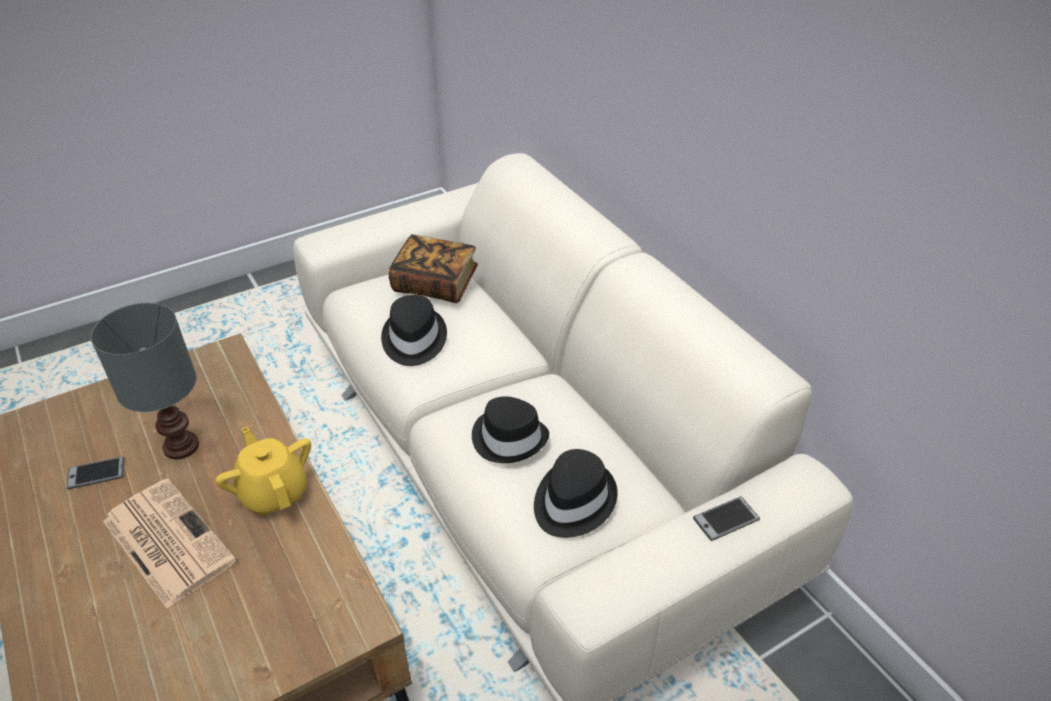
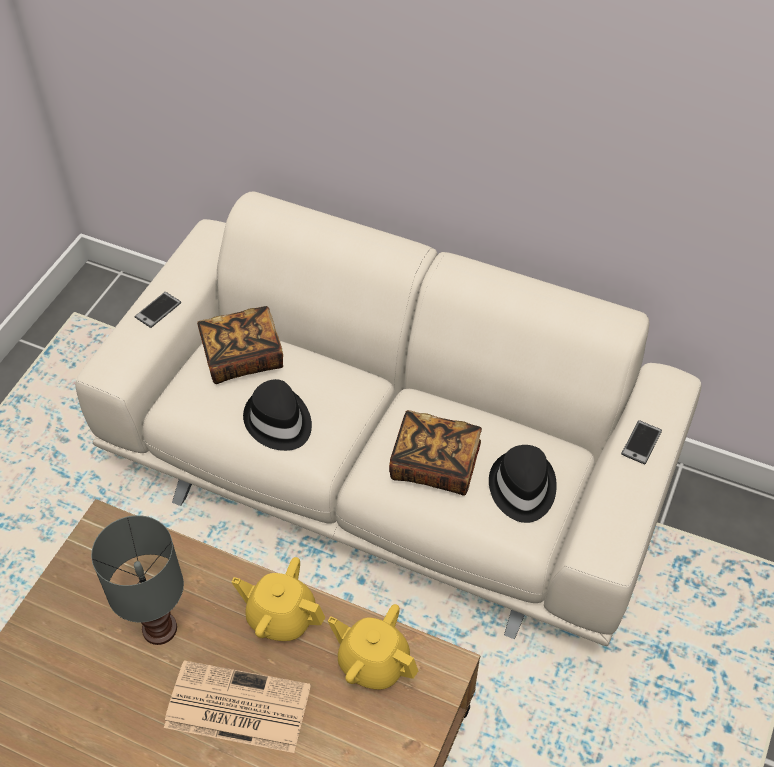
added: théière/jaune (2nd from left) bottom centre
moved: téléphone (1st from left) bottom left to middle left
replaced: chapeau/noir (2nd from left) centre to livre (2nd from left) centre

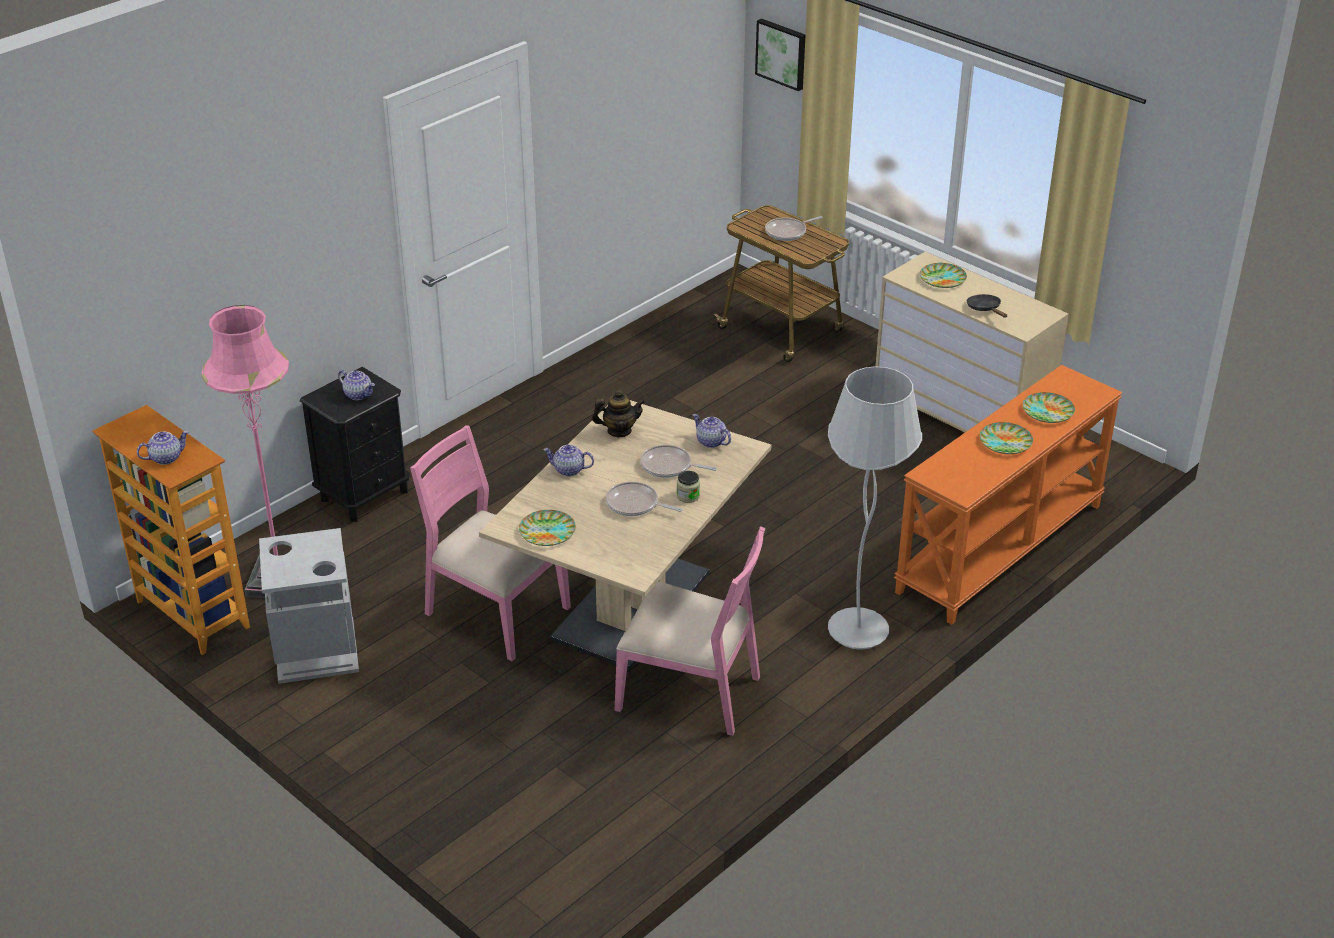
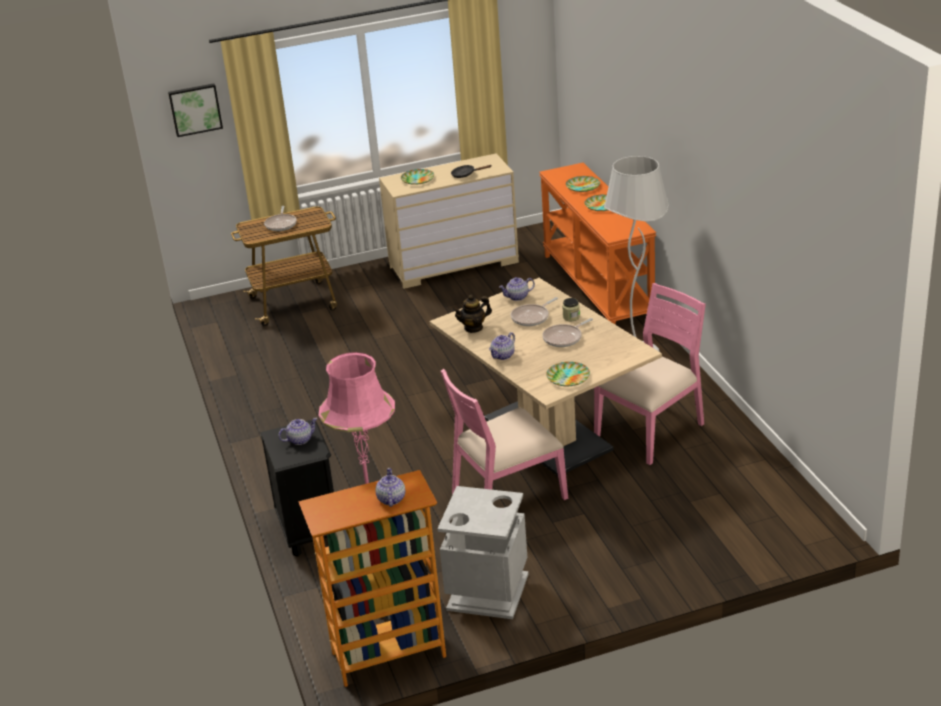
turned: théière (4th from left in the first image) centre = centre 135 degrees counterclockwise

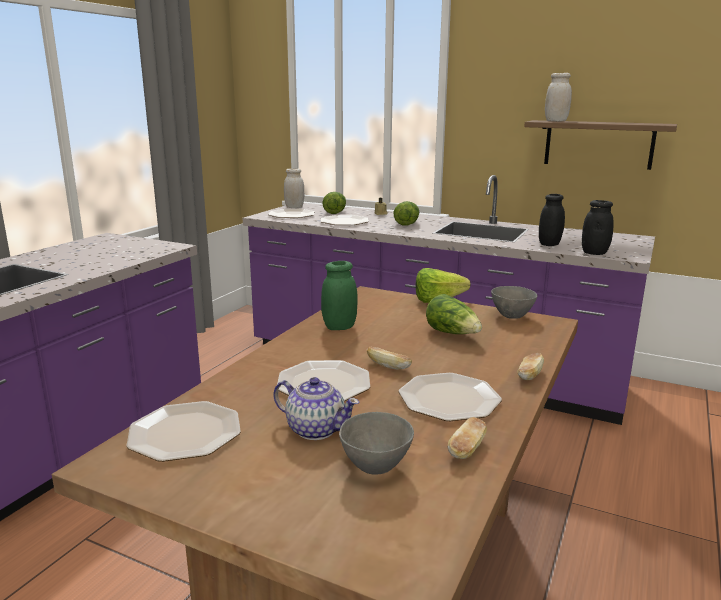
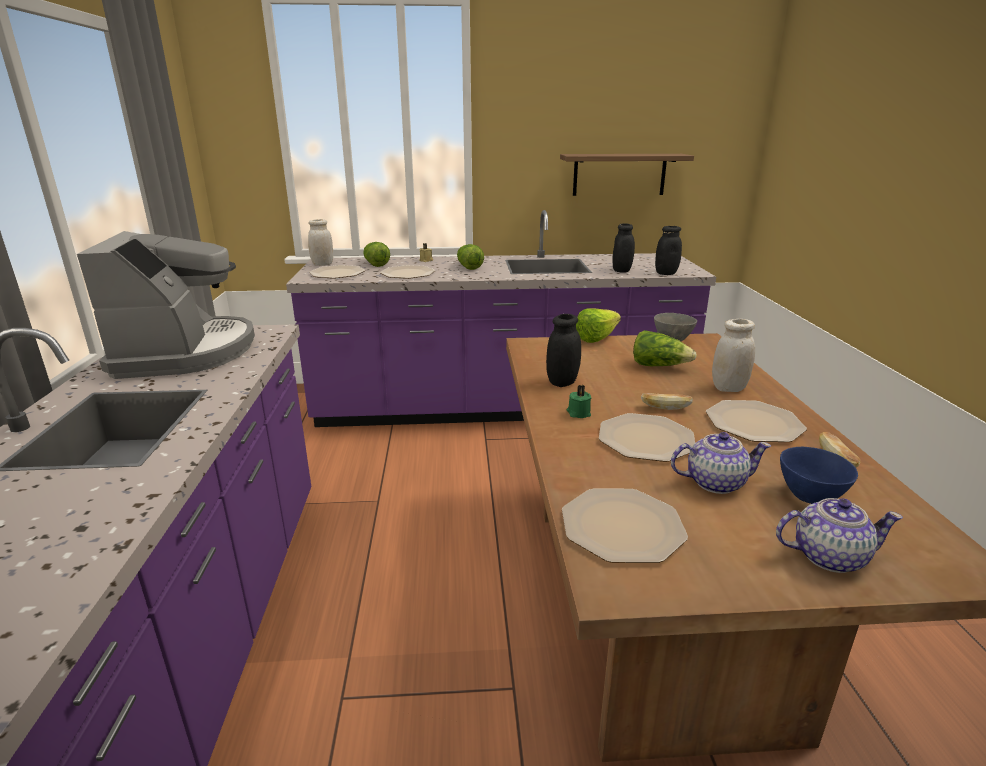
removed: pain (3rd from left) middle right
added: machine à café middle left; bougie/vert centre; théière (2nd from left) bottom right
moved: bocal/blanc (2nd from left) top right to middle right
recoloured: bocal/vert centre to bocal/noir (1st from left) centre; bol/gris (1st from left) bottom centre to bol/bleu middle right

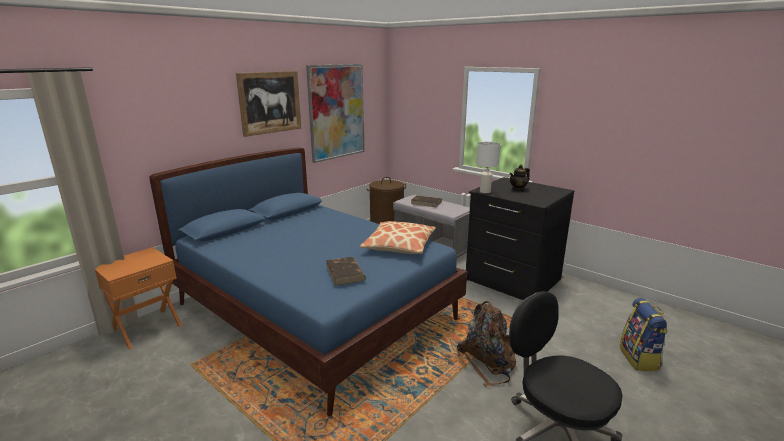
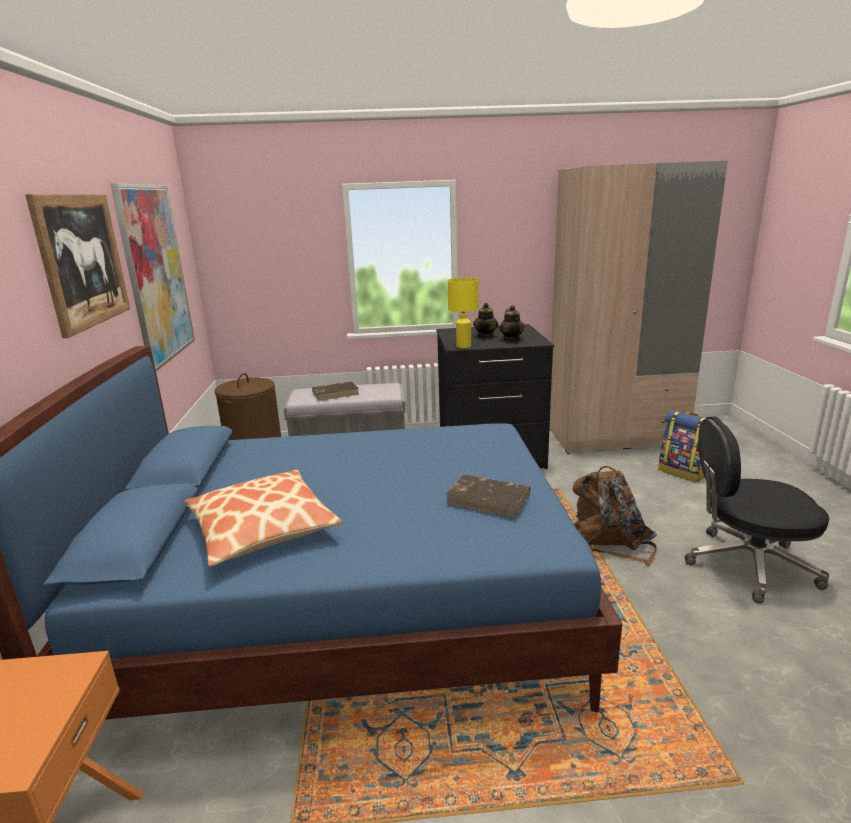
added: théière (2nd from left) centre; armoire/beige middle right
moved: coussin centre to middle left
recoloured: lampe de table/blanc centre to lampe de table/jaune centre

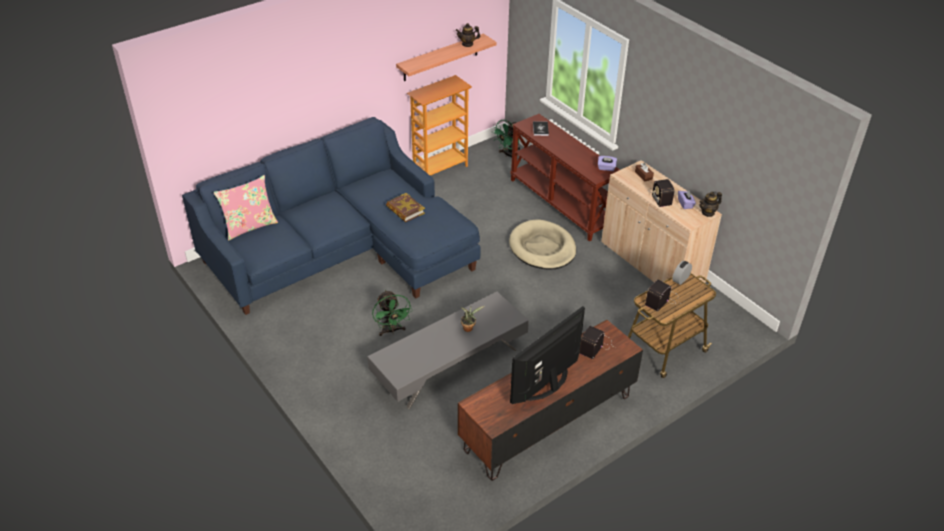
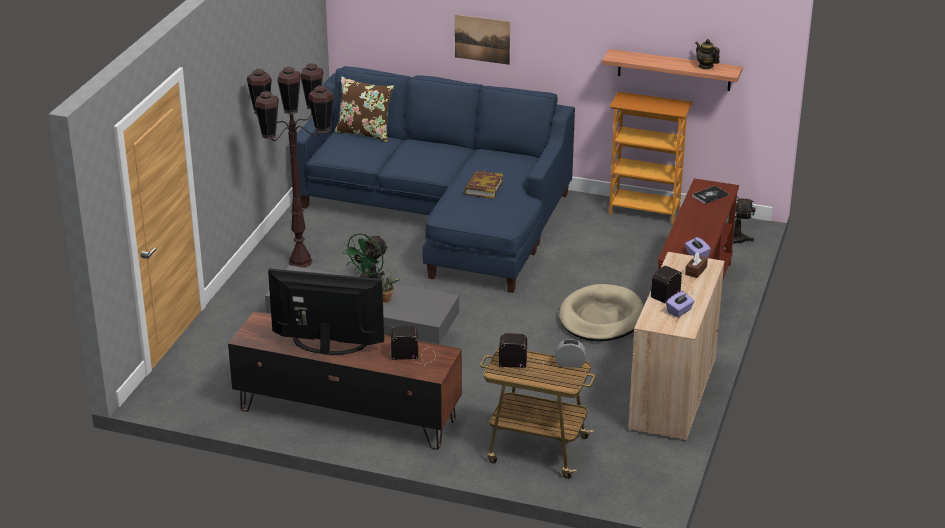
removed: théière (2nd from left) middle right
added: lampadaire/marron top left; tableau top centre
recoloured: coussin/rose middle left to coussin/marron top centre

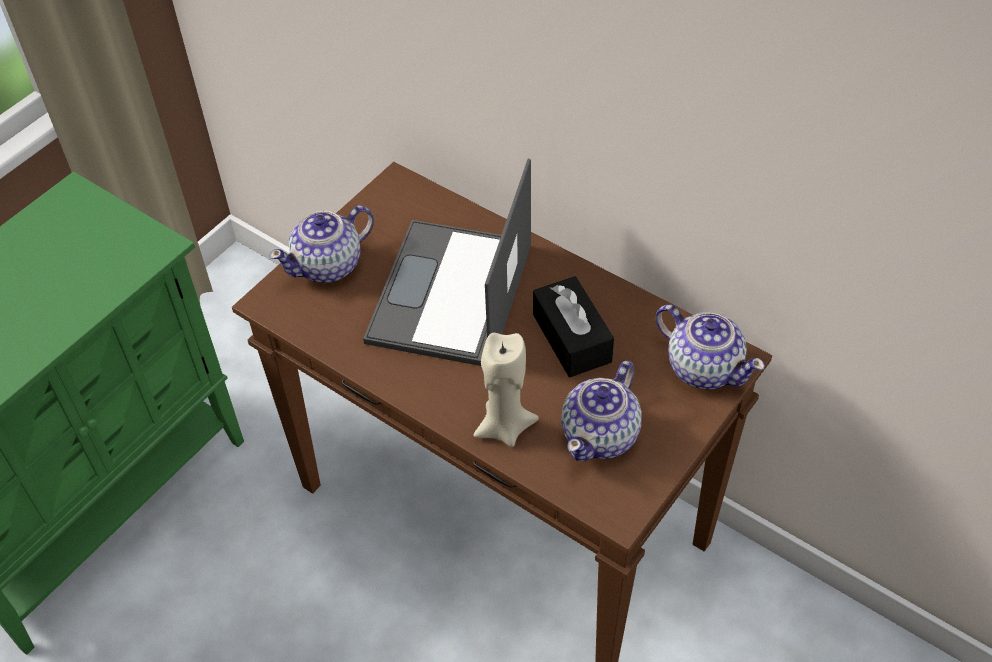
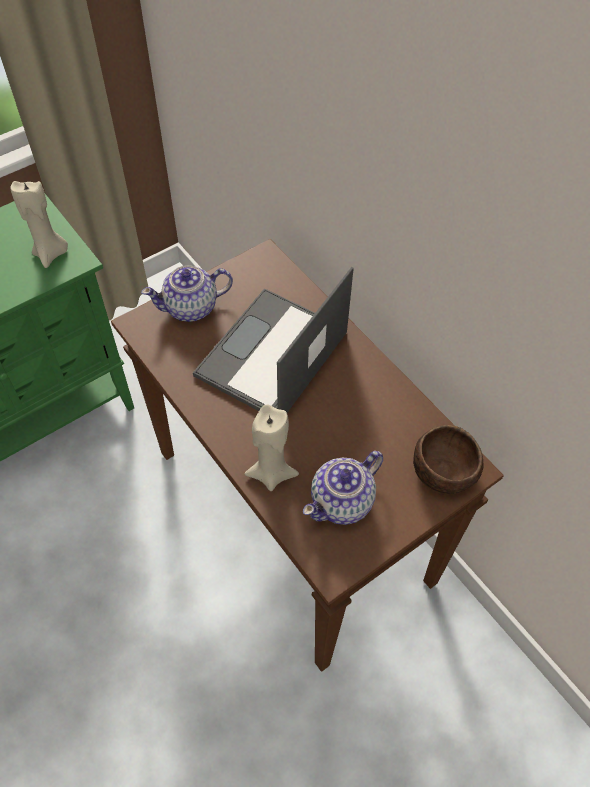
removed: boîte à mouchoirs/noir centre
added: bougie/beige (1st from left) top left
replaced: théière (3rd from left) middle right to bol/marron middle right

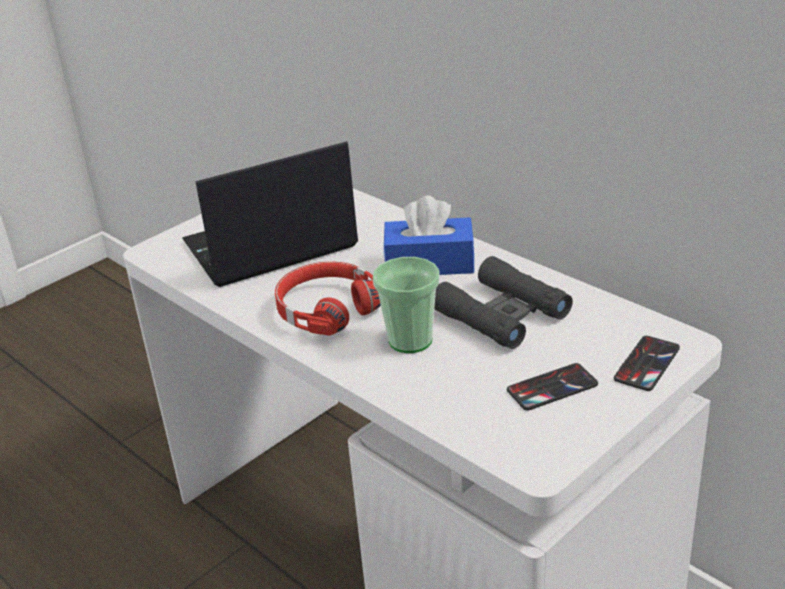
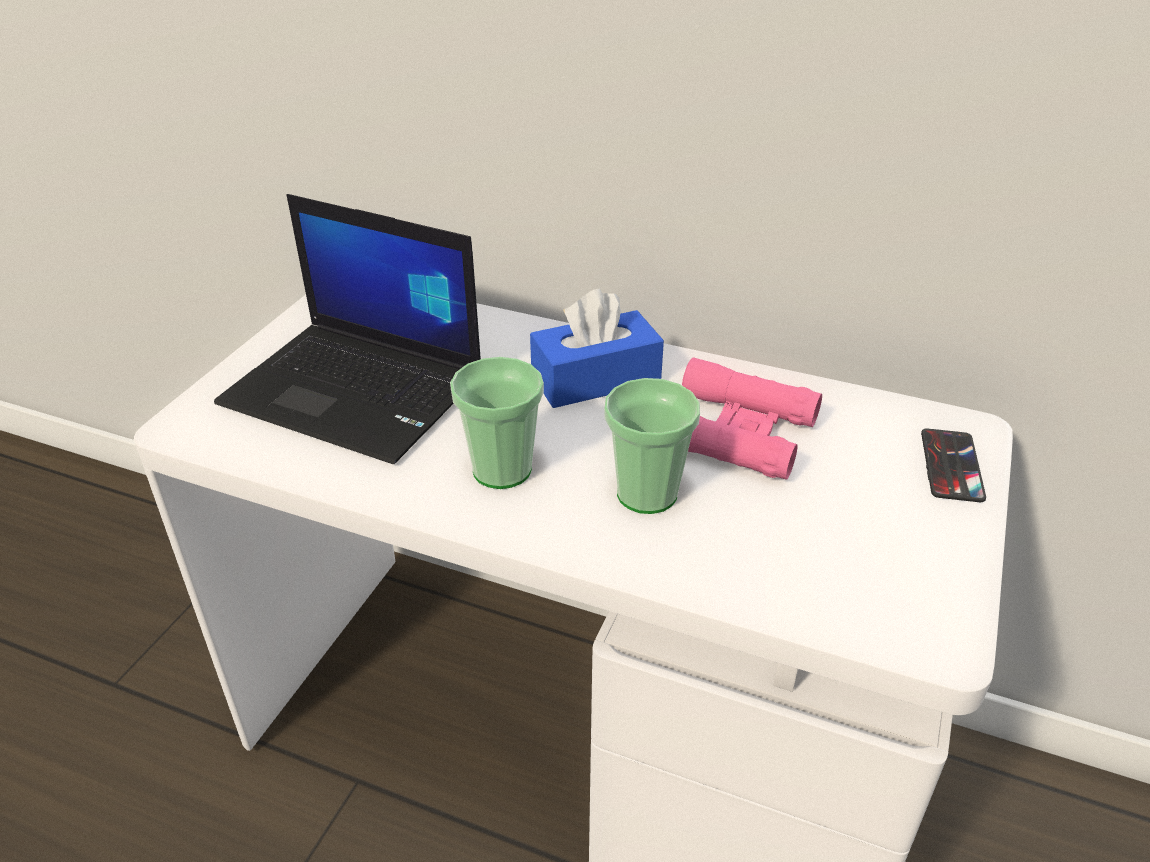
removed: téléphone (1st from left) middle right
replaced: casque audio/rouge centre to tasse (1st from left) centre
recoloured: jumelles/noir centre to jumelles/rose centre
turned: ordinateur portable centre = middle left 105 degrees counterclockwise

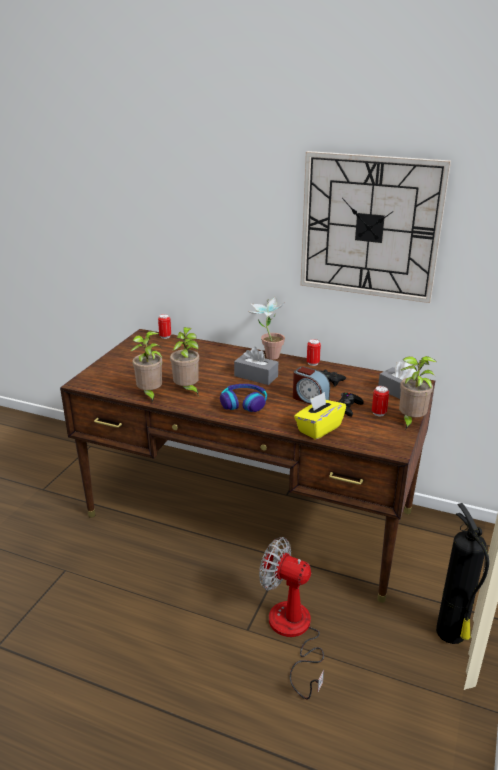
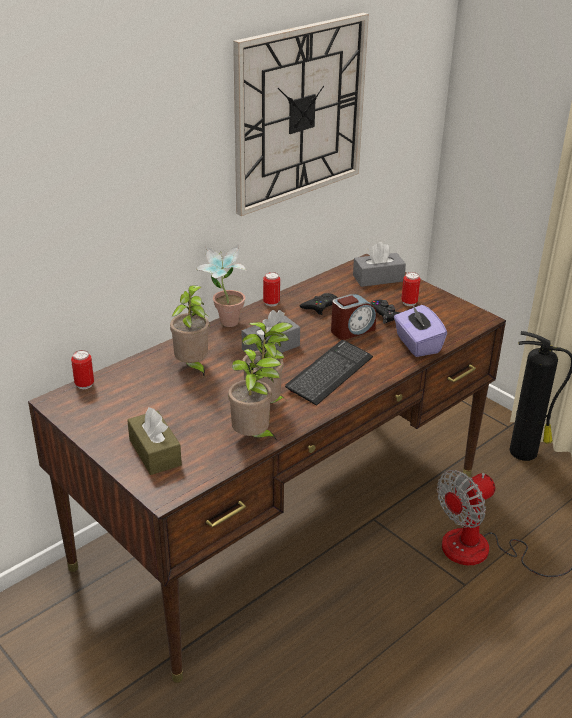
added: boîte à mouchoirs/marron middle left
moved: plante en pot (4th from left in the first image) middle right to plante en pot (1st from left) middle left
replaced: casque audio centre to clavier centre
recoloured: boîte à mouchoirs/jaune centre to boîte à mouchoirs/violet middle right

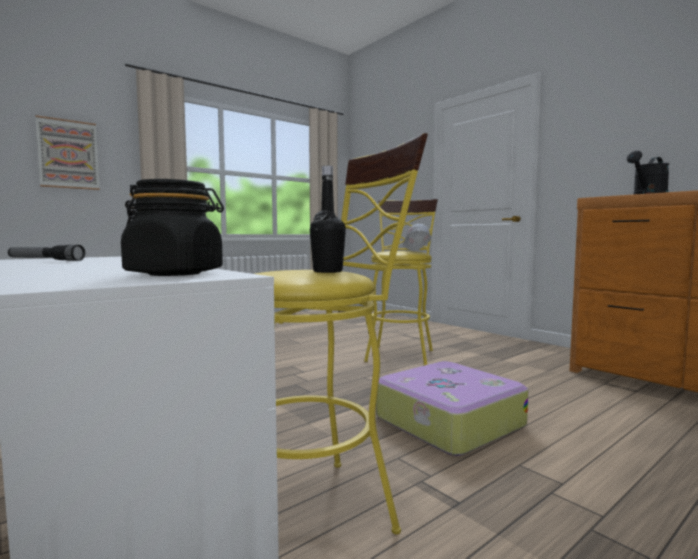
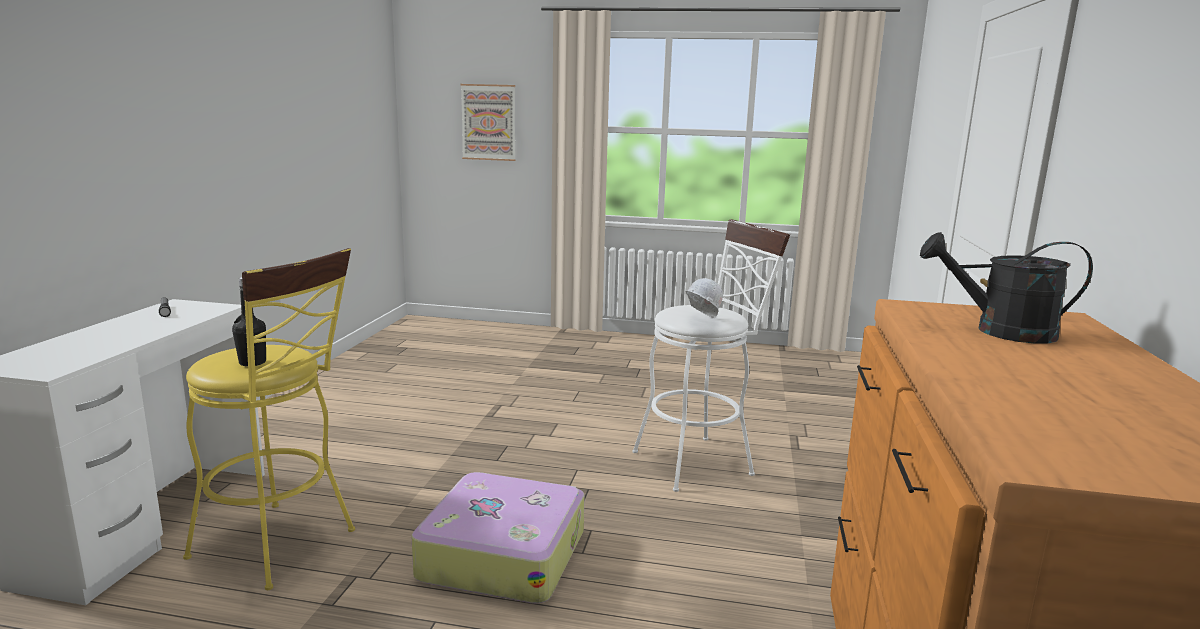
removed: bocal/noir middle left
recoloured: tabouret/jaune (2nd from left) centre to tabouret/blanc centre

